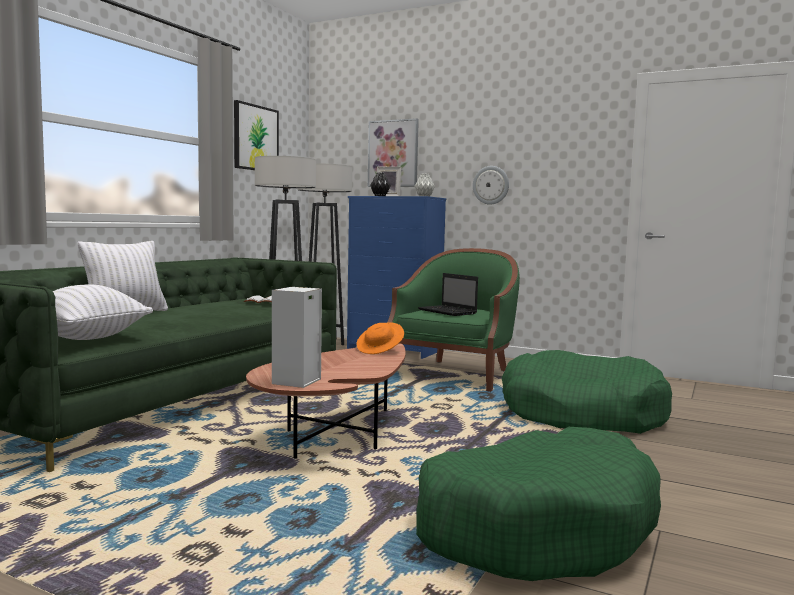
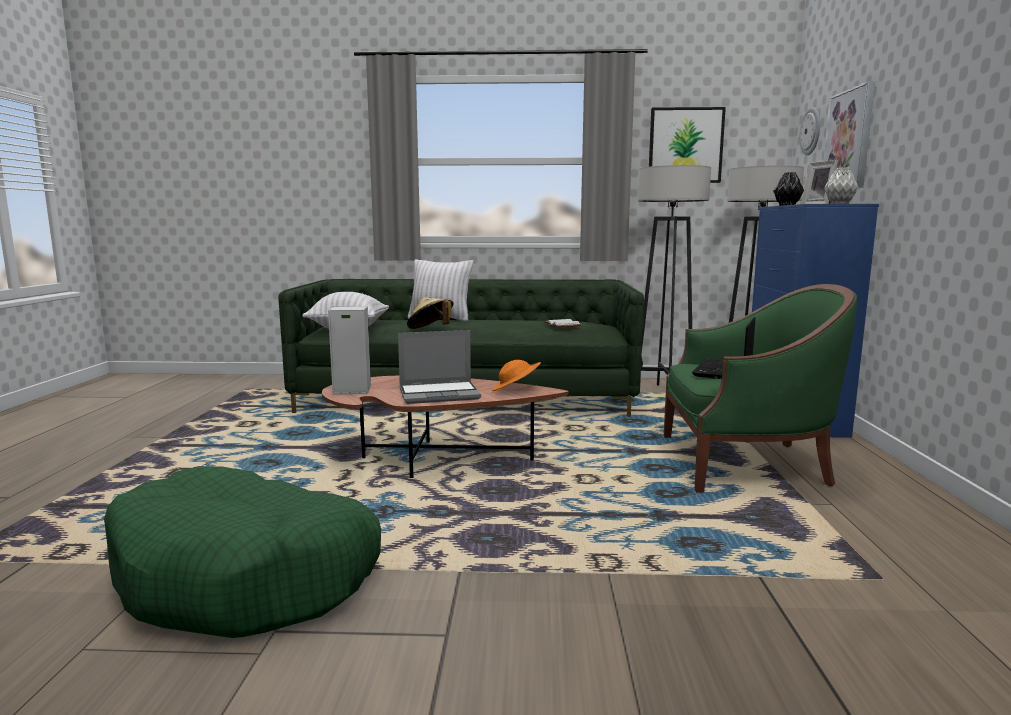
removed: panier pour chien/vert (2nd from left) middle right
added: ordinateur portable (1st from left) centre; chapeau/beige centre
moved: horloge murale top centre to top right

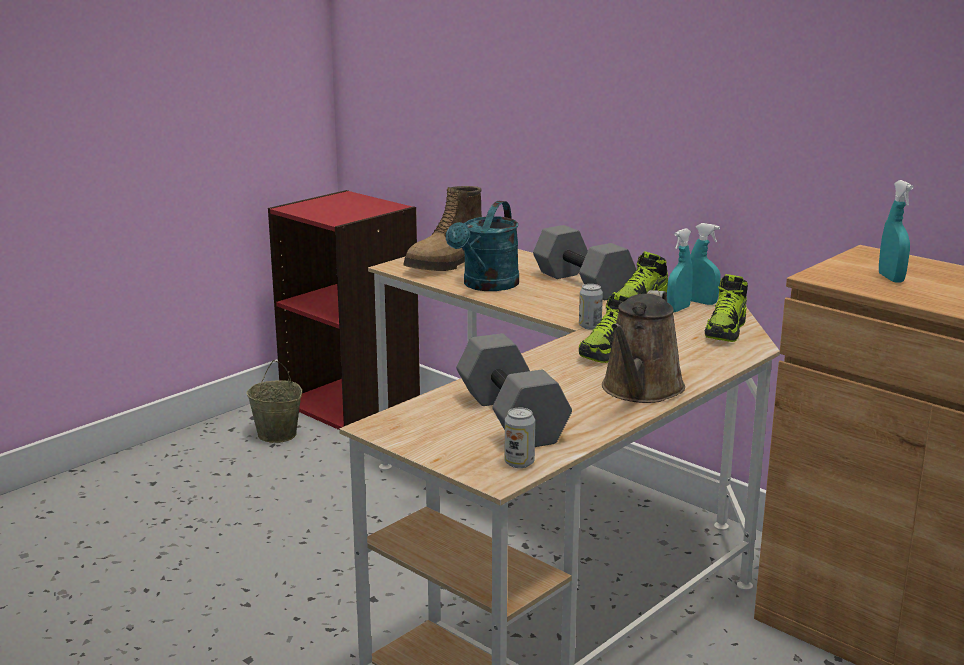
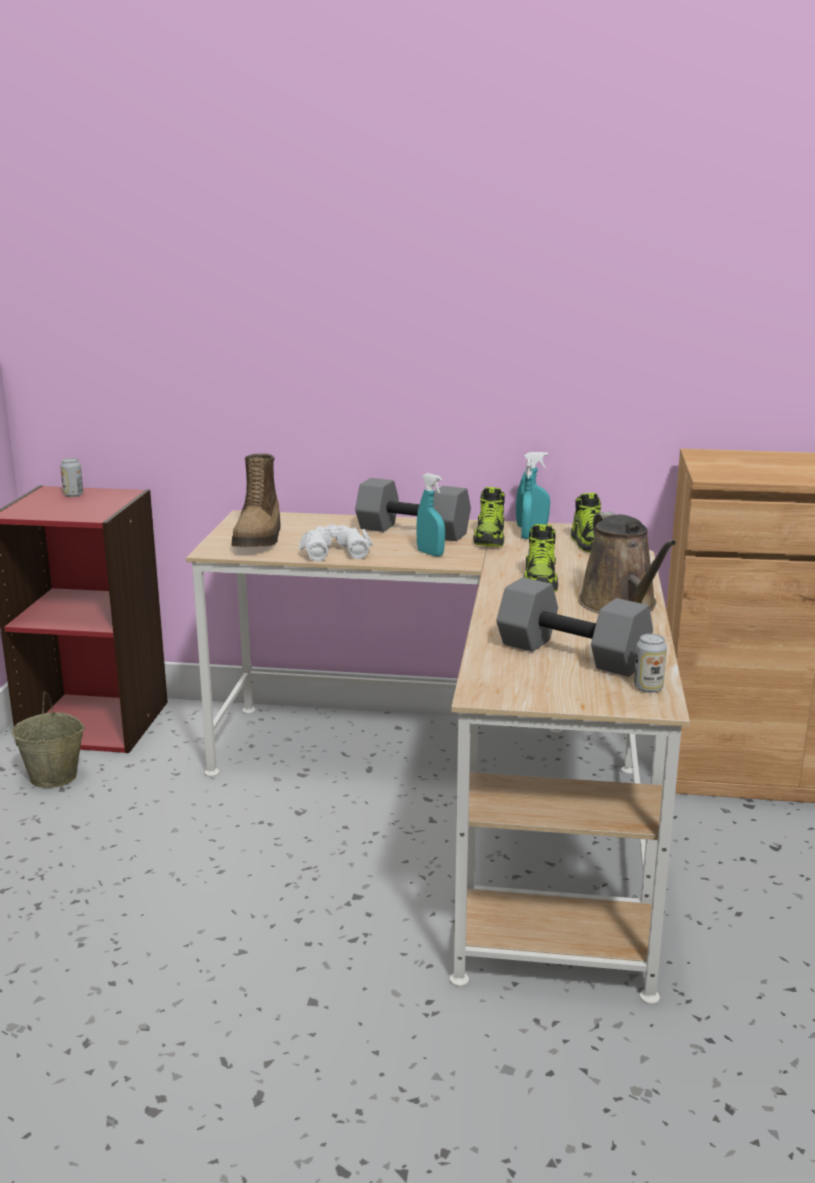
moved: boîte métallique (2nd from left in the first image) centre to boîte métallique (1st from left) middle left; vaporisateur/turquoise (3rd from left in the first image) middle right to vaporisateur/turquoise (1st from left) centre
replaced: arrosoir/turquoise centre to jumelles/blanc centre

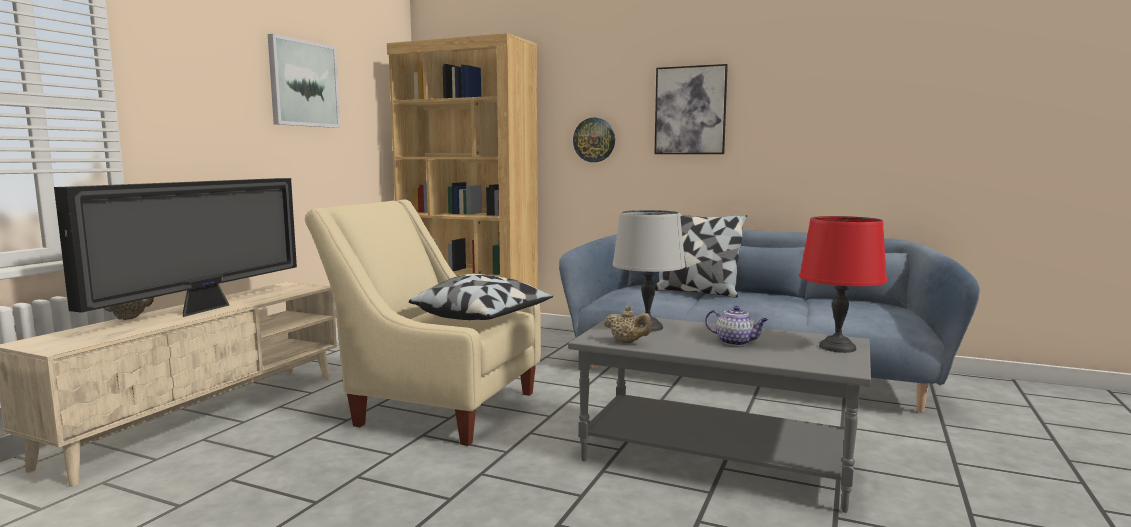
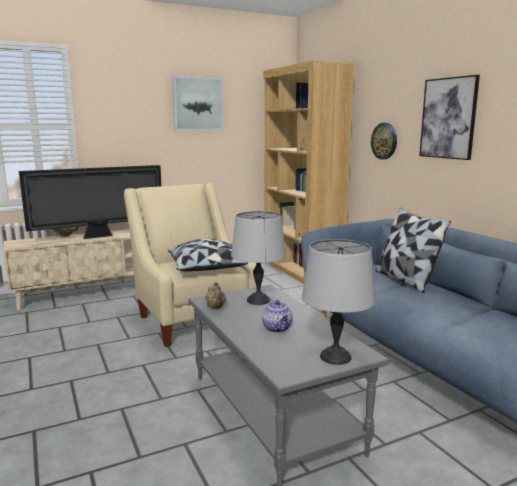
recoloured: lampe de table/rouge middle right to lampe de table/gris (2nd from left) centre

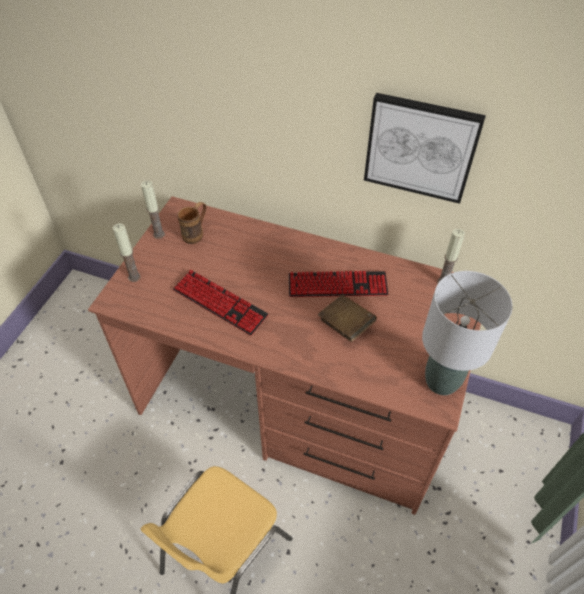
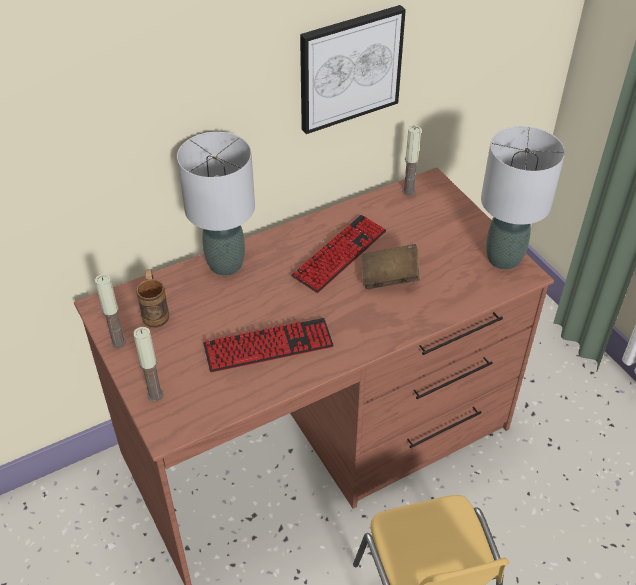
added: lampe de table/gris (1st from left) centre

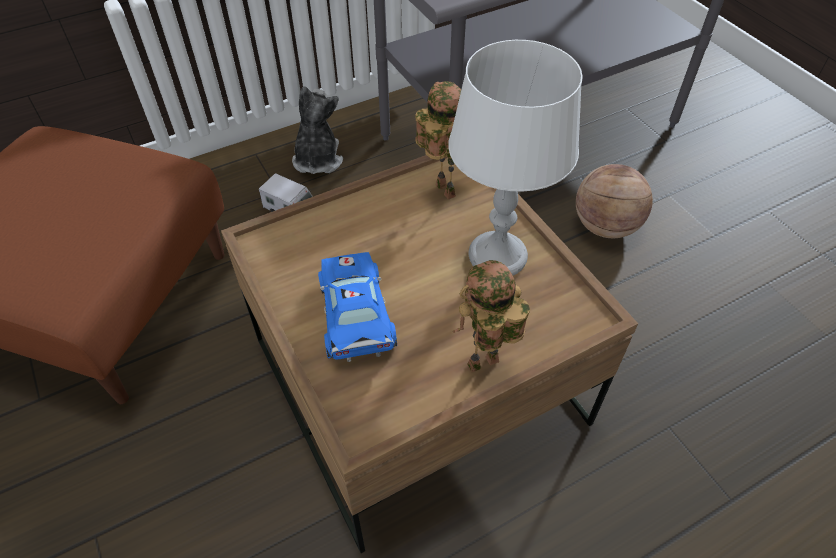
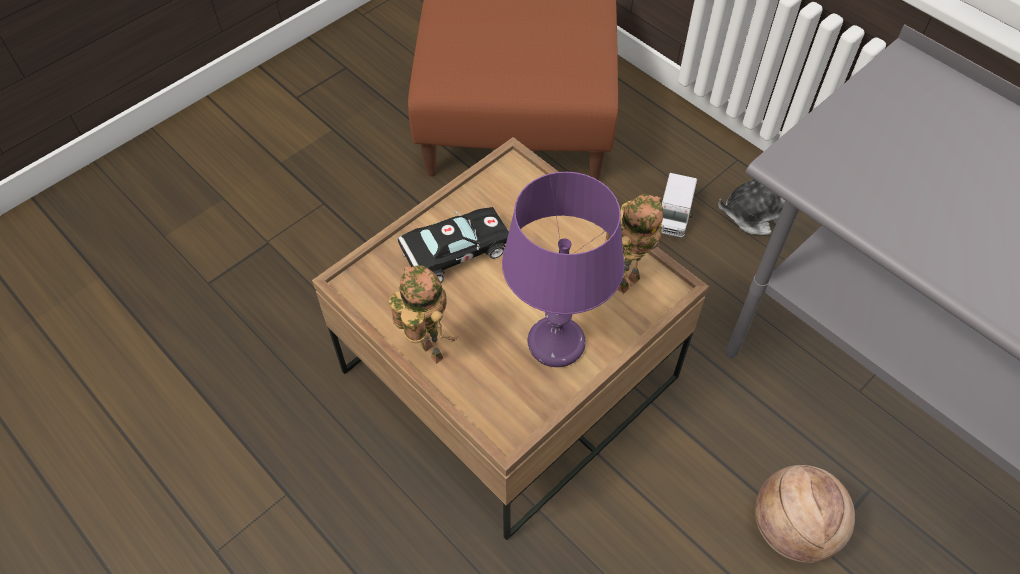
recoloured: petite voiture/bleu centre to petite voiture/noir centre; lampe de table/blanc top centre to lampe de table/violet centre

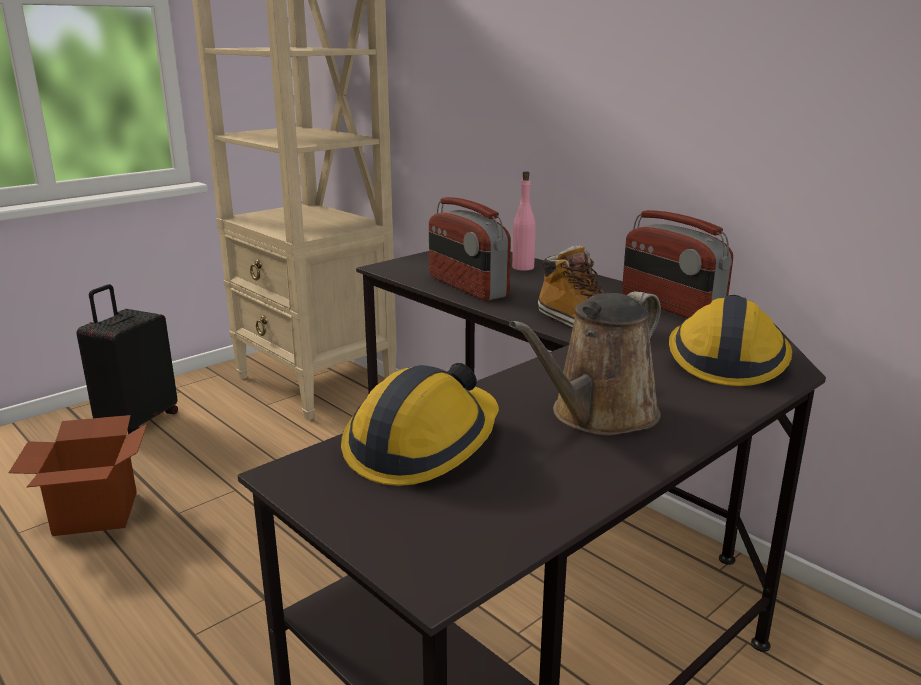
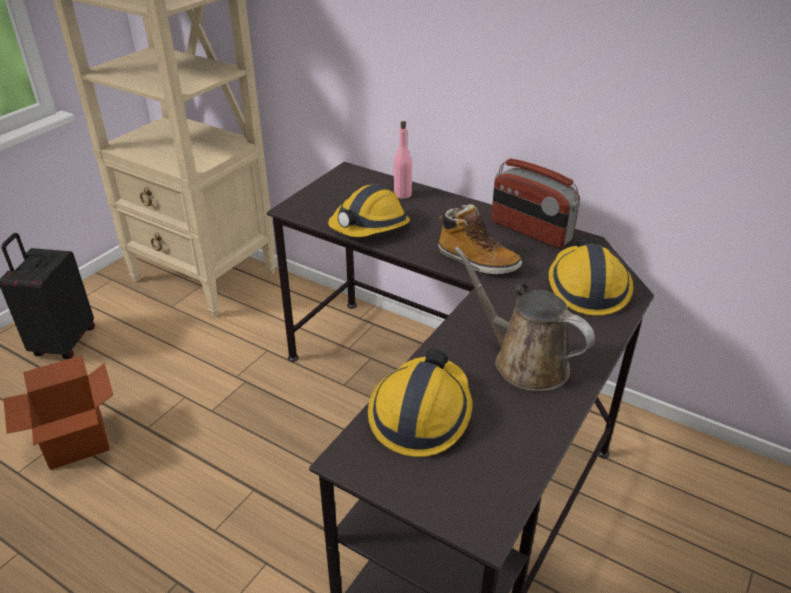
replaced: radio (1st from left) centre to casque de chantier (1st from left) centre
turned: arrosoir/marron centre = centre 105 degrees clockwise

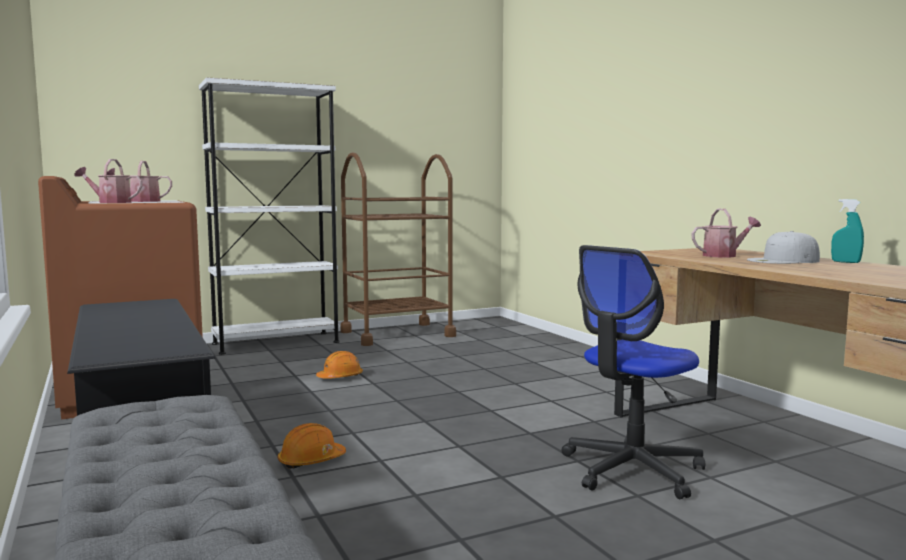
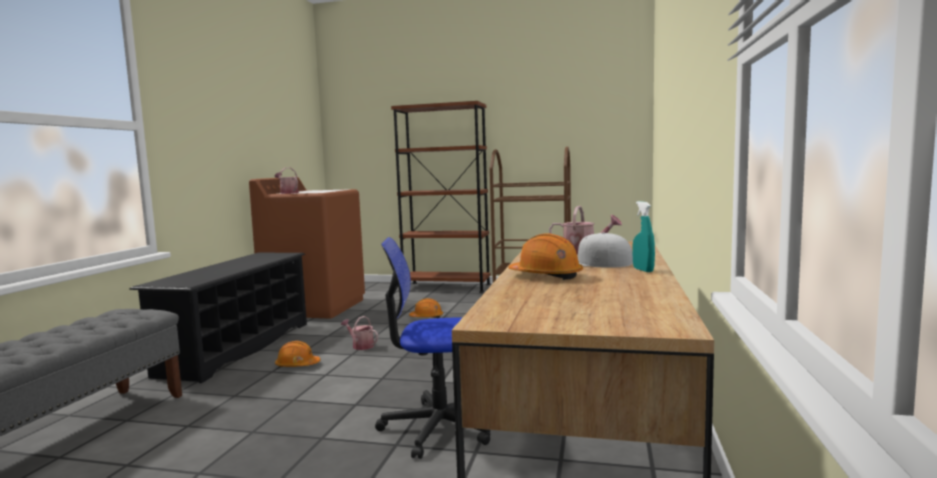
added: casque de chantier/orange (3rd from left) centre
moved: arrosoir (2nd from left) top left to bottom centre
recoloured: bibliothèque/blanc middle left to bibliothèque/marron centre

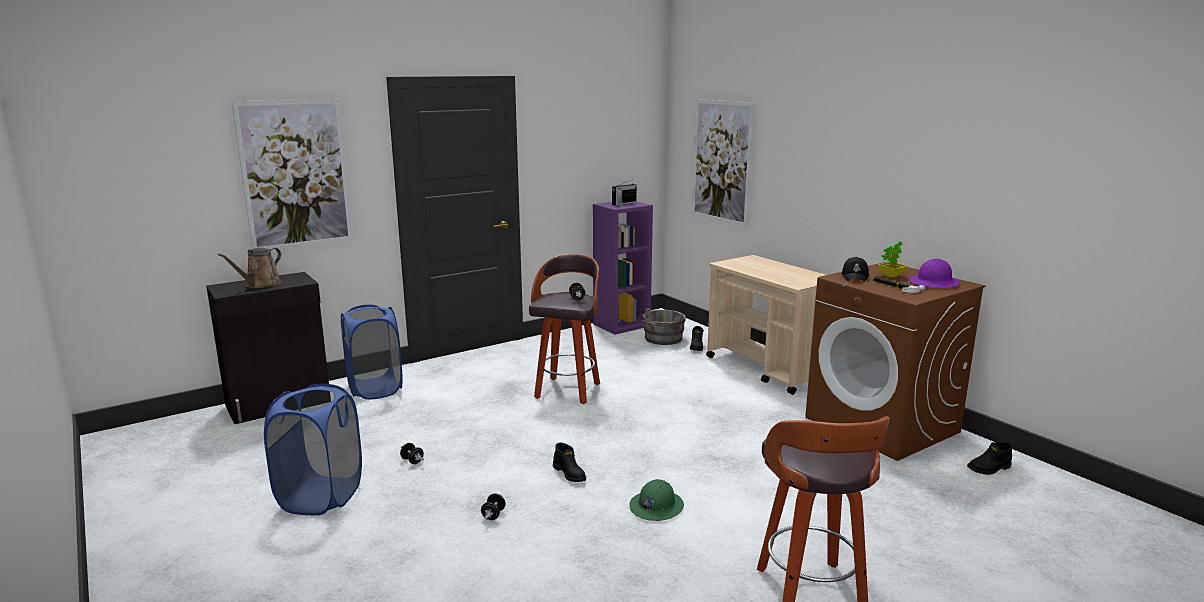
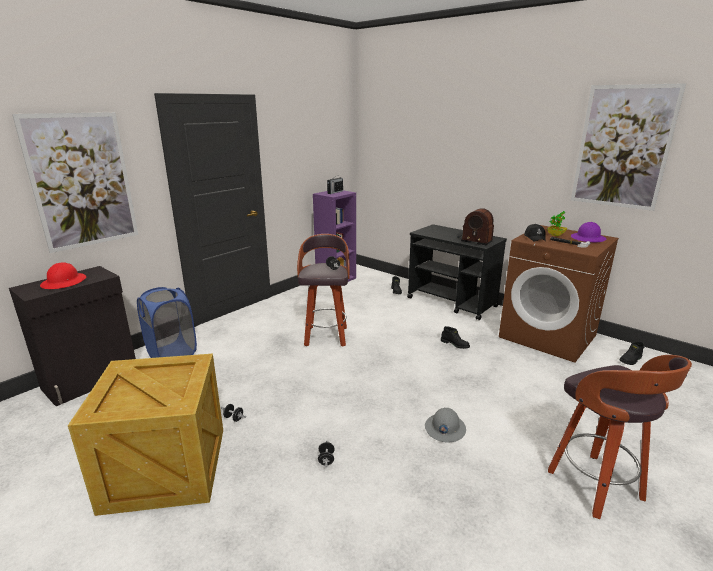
removed: seau/gris centre
added: radio (2nd from left) centre
moved: botte/noir (1st from left in the first image) bottom centre to botte/noir (2nd from left) centre; tableau (2nd from left) top centre to top right
replaced: arrosoir/marron middle left to casque de chantier/rouge middle left; panier à linge/bleu (1st from left) bottom left to caisse bottom left
recoloured: casque de chantier/vert bottom centre to casque de chantier/gris bottom centre; chariot/beige centre to chariot/noir centre

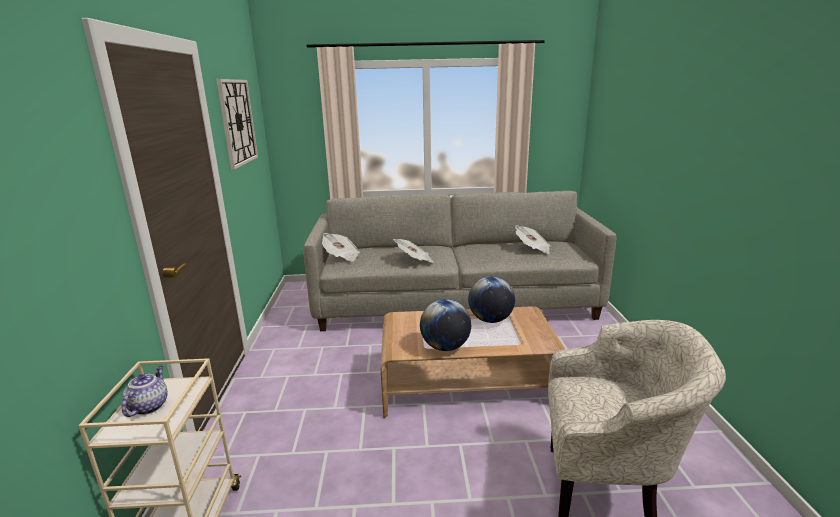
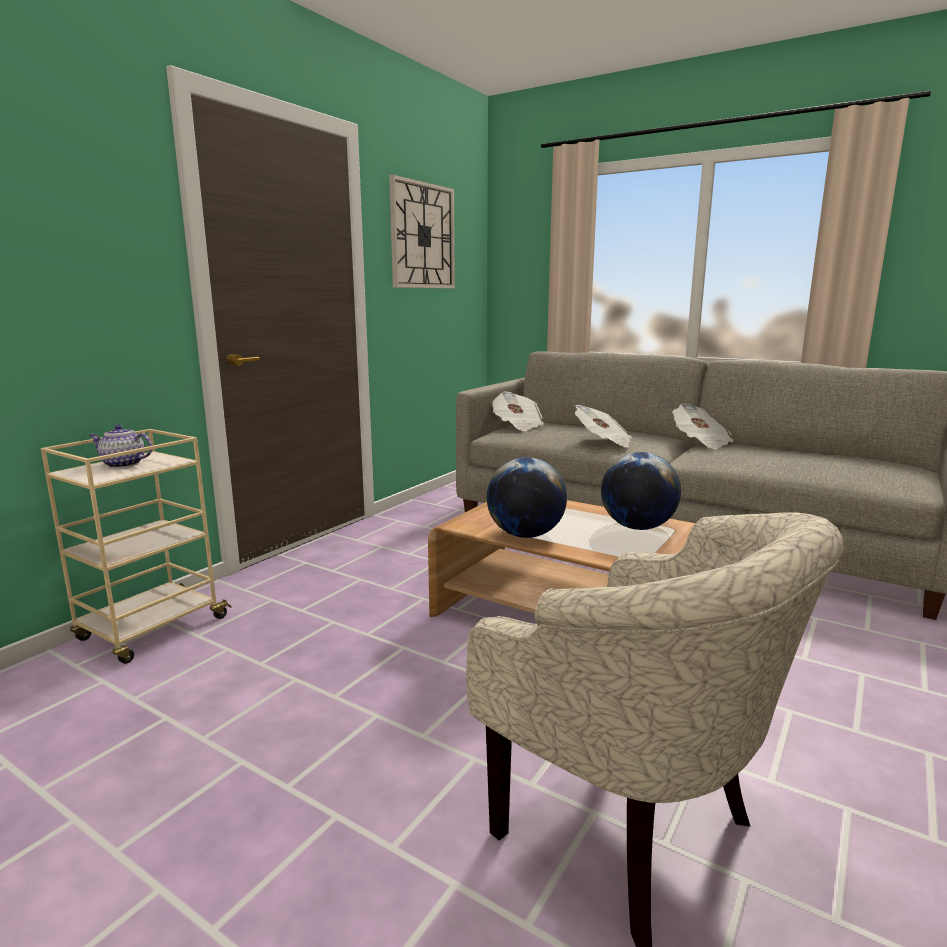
moved: journal (3rd from left) centre to middle right
turned: théière bottom left = middle left 120 degrees counterclockwise

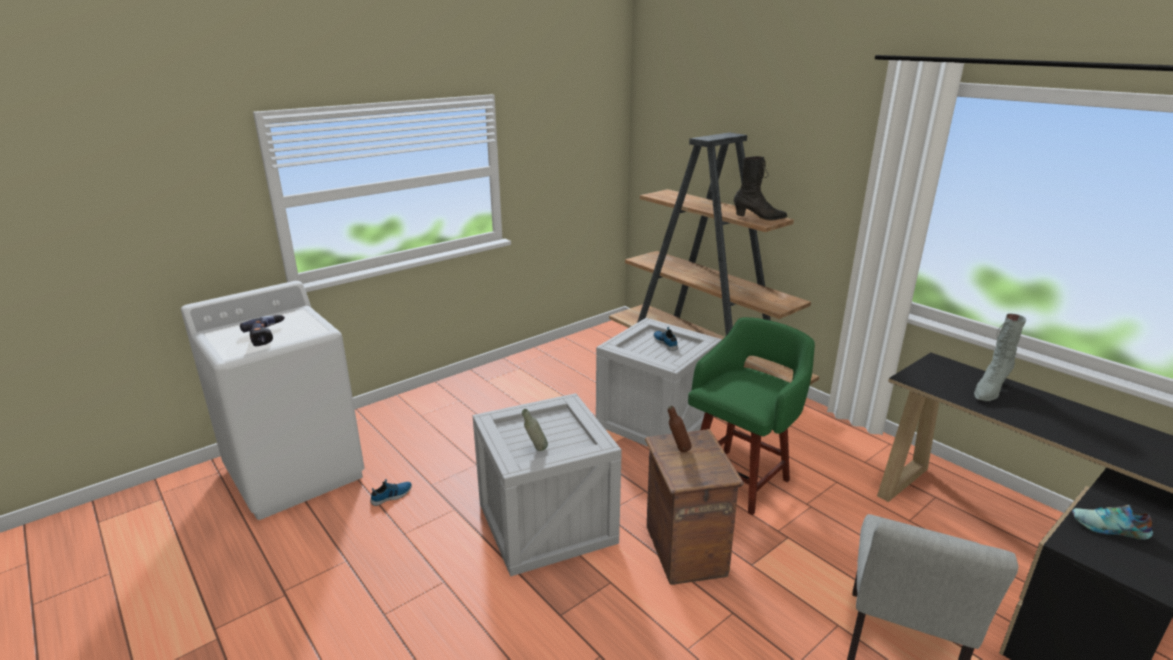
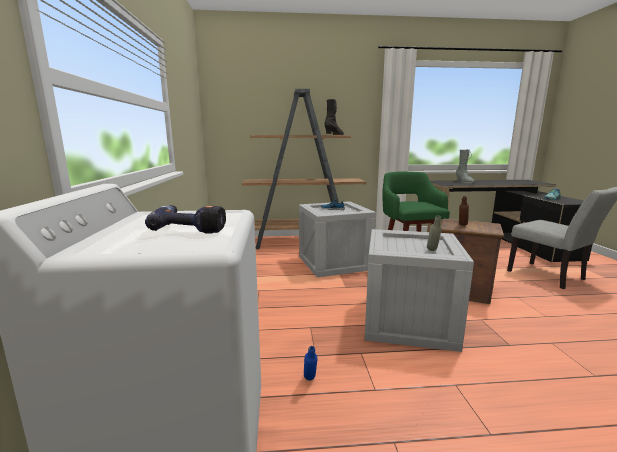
replaced: chaussure (1st from left) bottom centre to bouteille/bleu bottom centre

